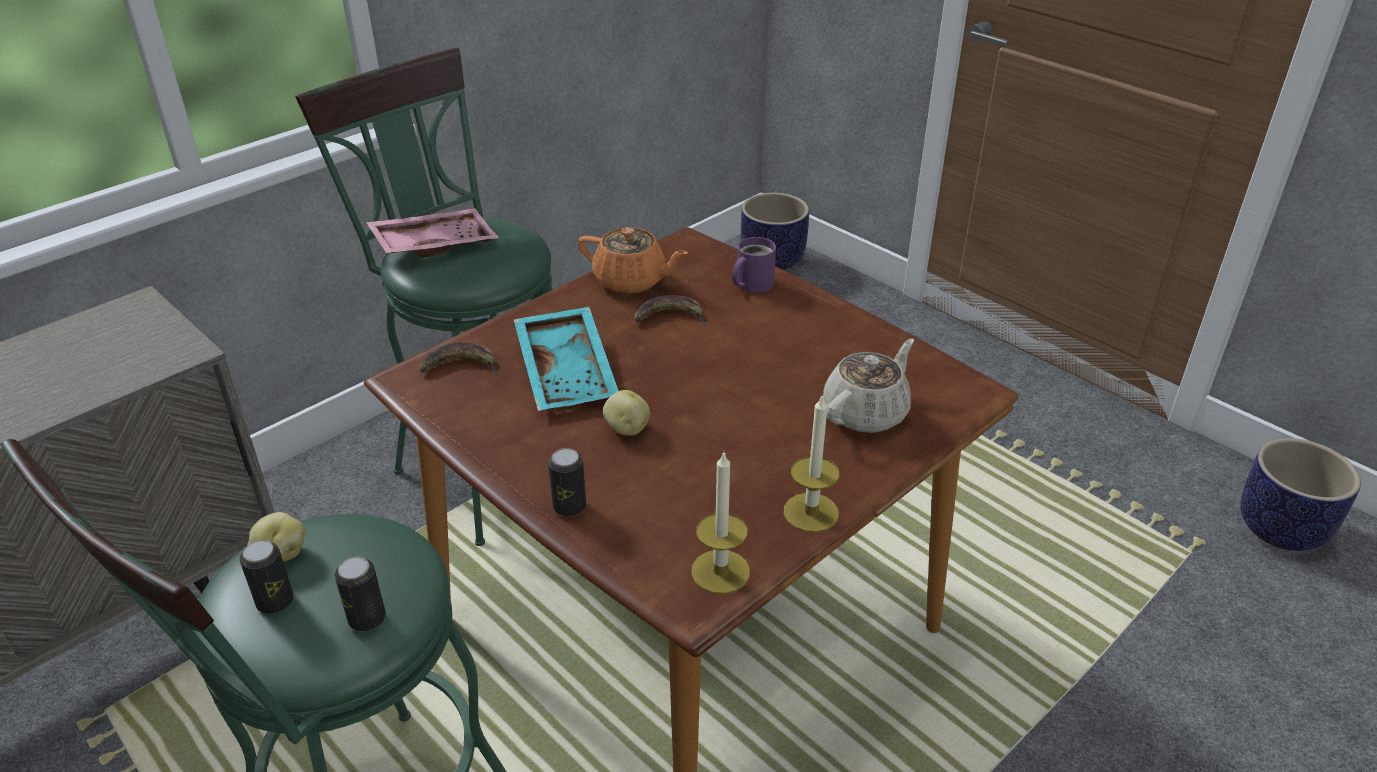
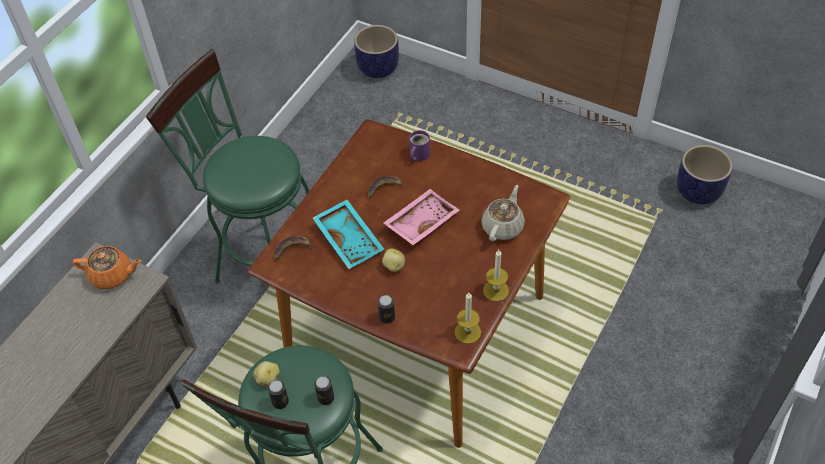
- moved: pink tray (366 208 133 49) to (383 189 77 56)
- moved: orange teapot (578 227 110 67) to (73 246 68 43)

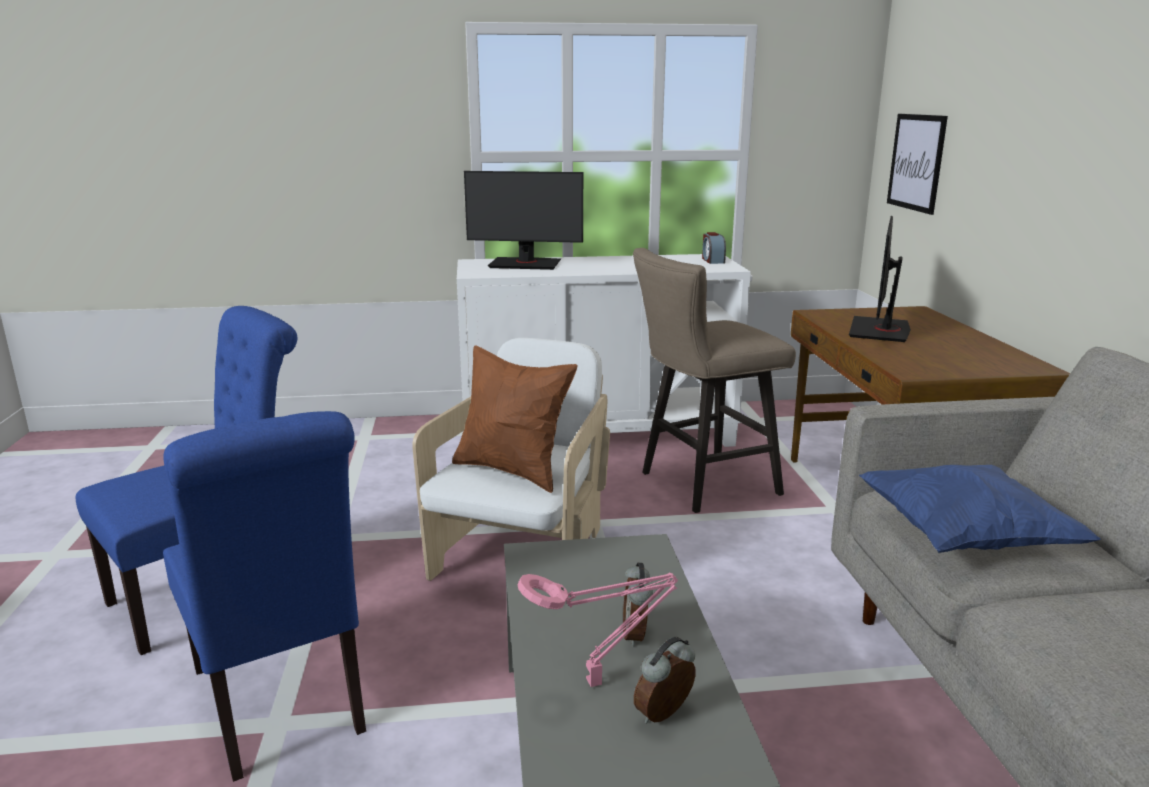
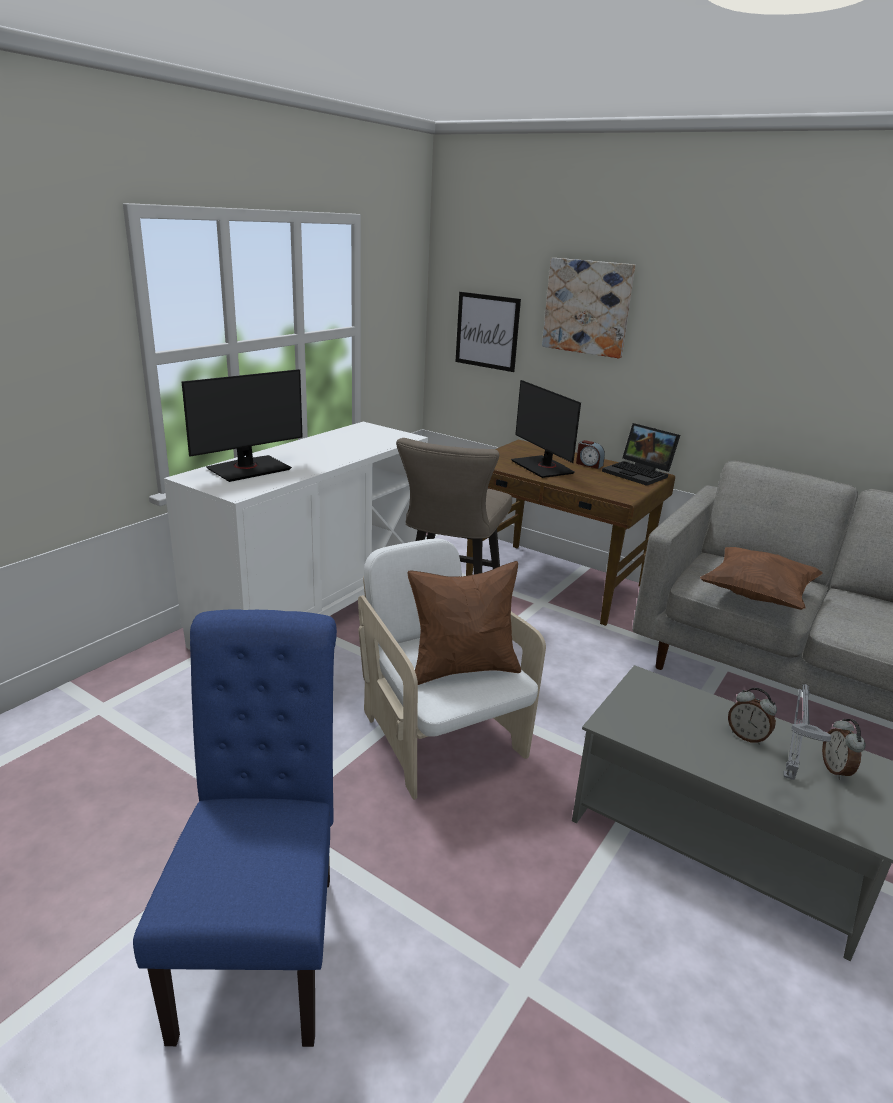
- removed: blue chair (163 411 203 371)
- recoloured: pink table lamp (518 572 160 115) to grey table lamp (784 684 48 96)
- moved: alarm clock (702 232 24 32) to (576 440 29 29)
- recoloured: blue pillow (859 465 242 88) to brown pillow (700 547 123 63)
- added: picture (542 258 93 100)
- added: laptop (602 423 78 63)

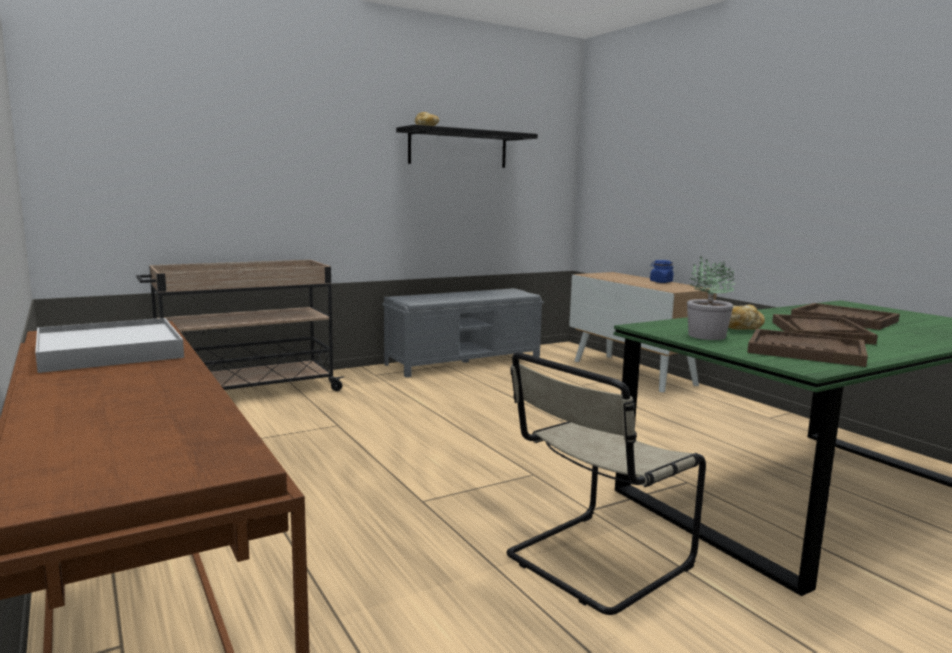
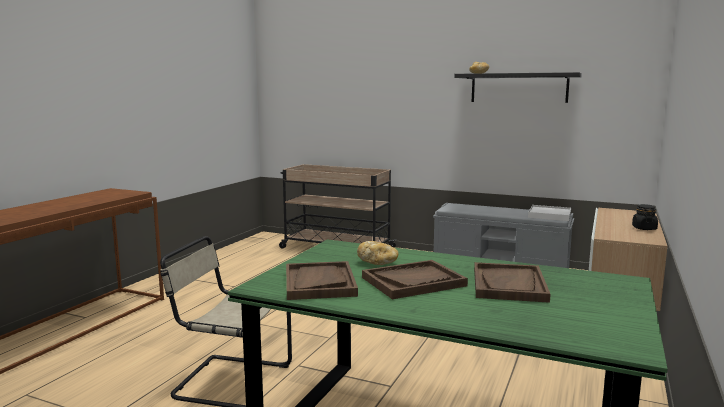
- moved: white tray (35 318 149 55) to (528 205 43 16)
- recoloured: blue jar (650 260 24 23) to black jar (632 204 26 26)
- removed: potted plant (687 256 48 84)

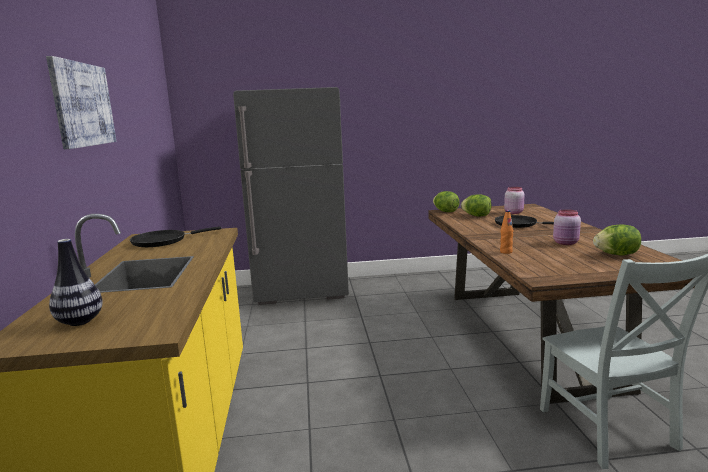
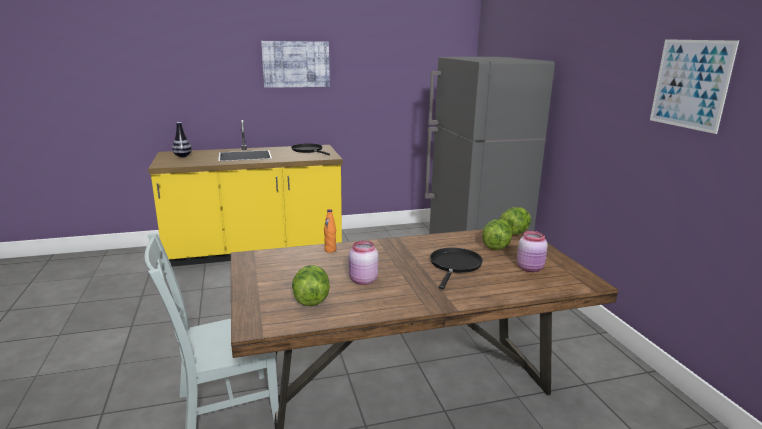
- added: picture (650 39 89 95)

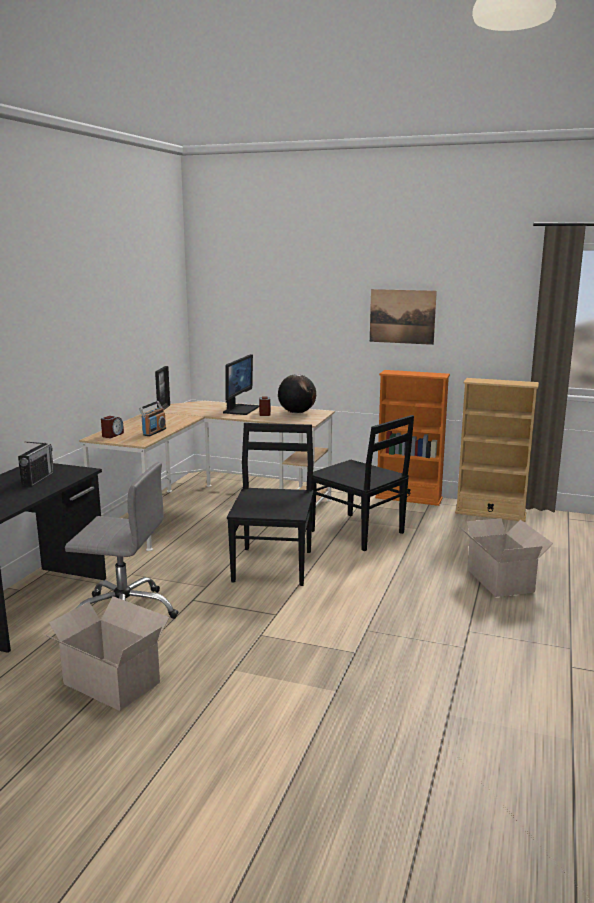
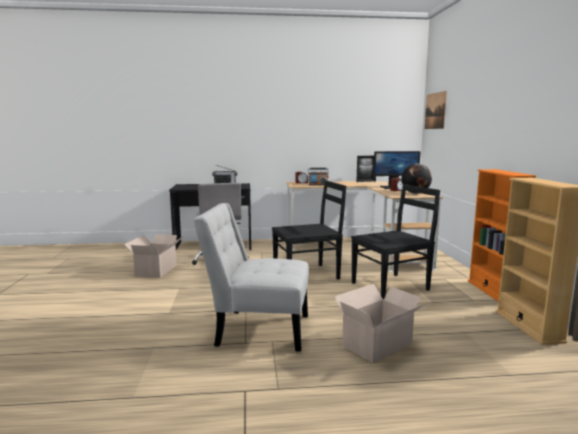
- turned: black chair (312 415 102 136) = (351 184 89 116) 135 degrees counterclockwise
- moved: picture (370 289 67 56) to (425 91 22 38)
- added: white chair (193 203 116 149)

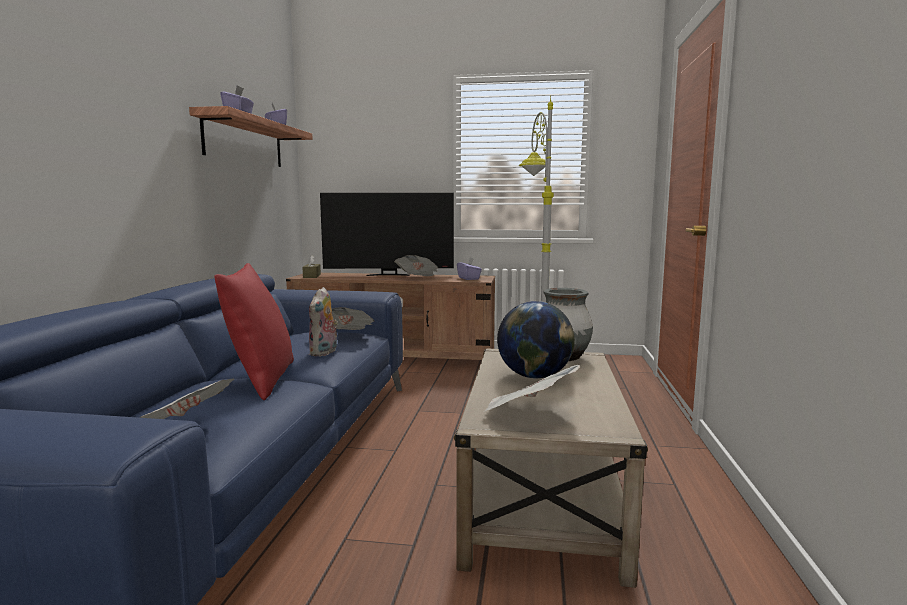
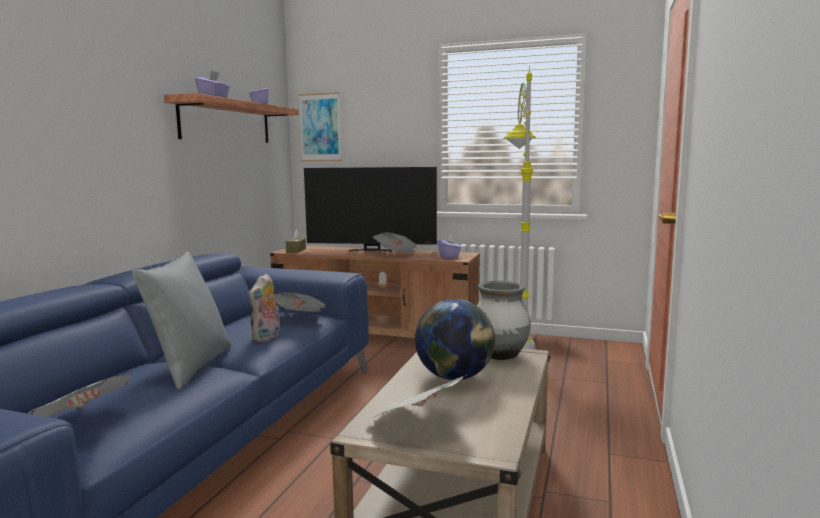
- recoloured: red pillow (214 263 80 137) to grey pillow (132 252 99 138)
- added: picture (299 92 42 69)

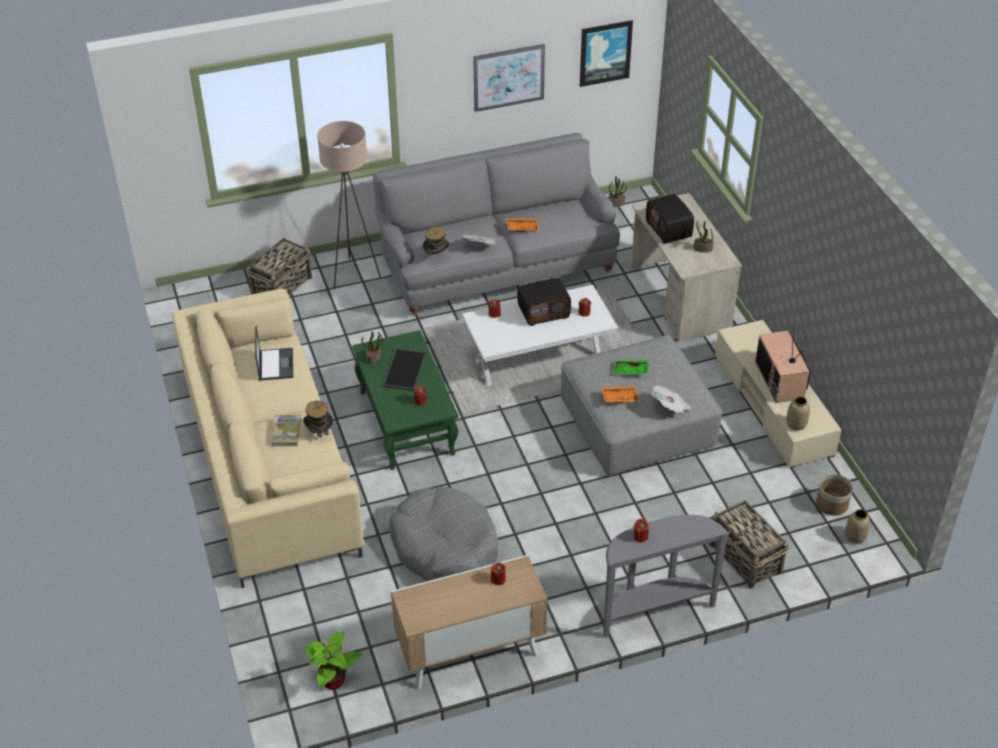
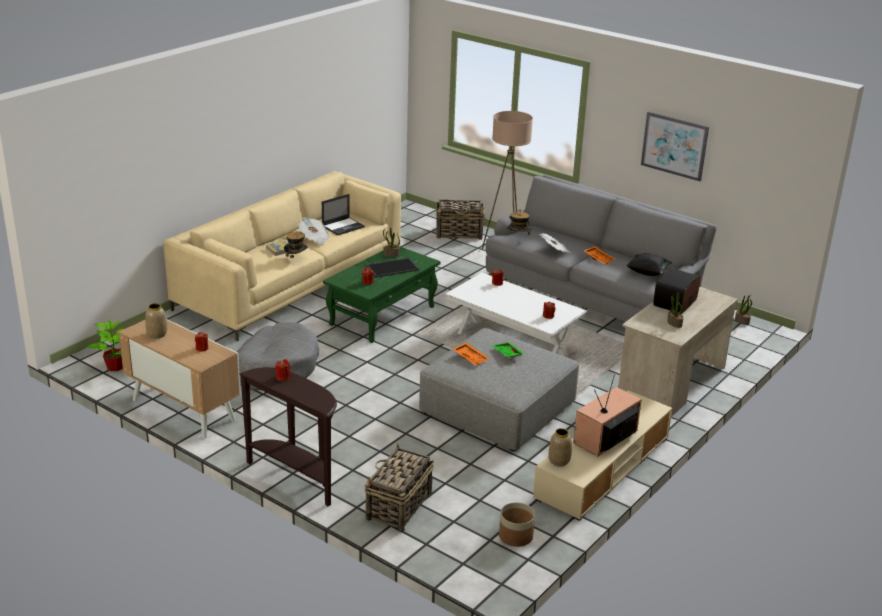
- removed: radio (517 278 54 48)
- removed: picture (580 20 53 67)
- recoloured: grey console table (603 515 126 123) to brown console table (239 367 98 140)
- moved: newspaper (651 385 40 28) to (298 218 32 27)
- moved: vase (845 509 25 35) to (145 303 22 36)
- added: black pillow (627 253 45 23)

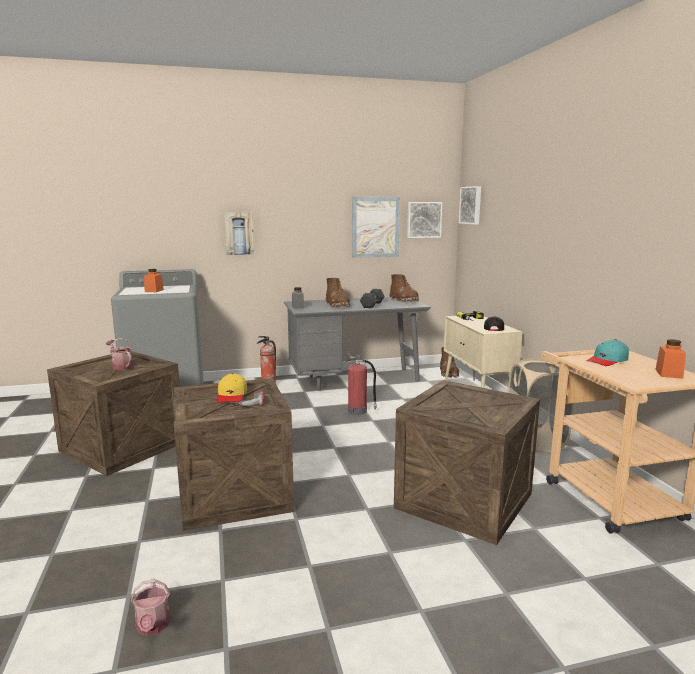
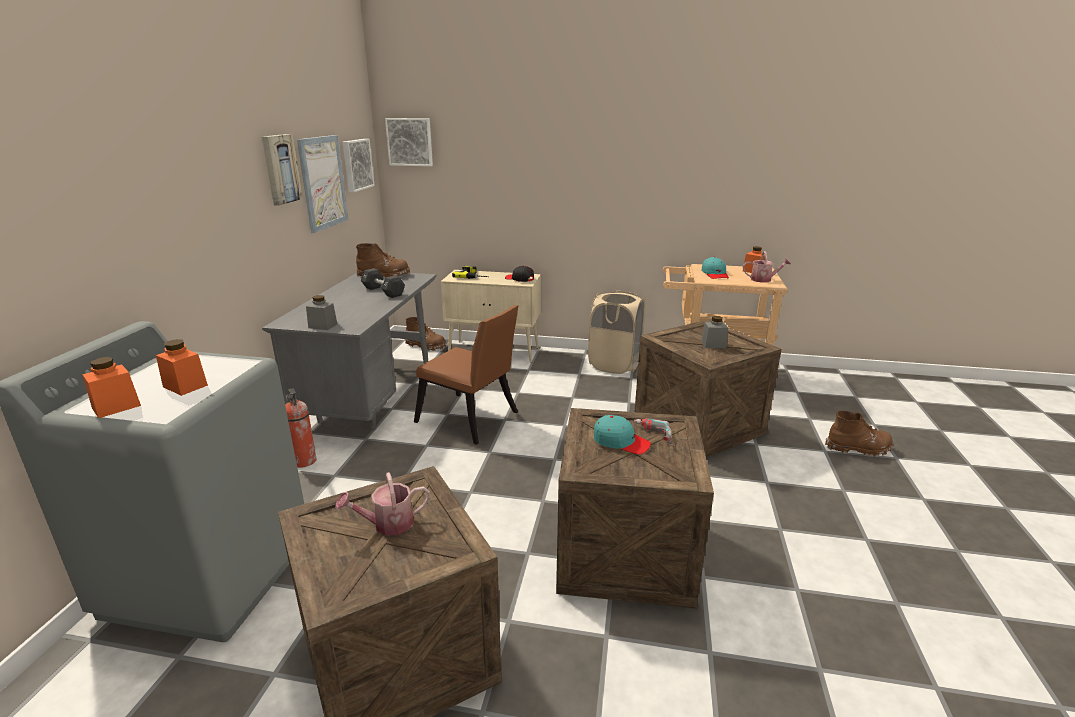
- moved: watering can (131 578 40 58) to (743 251 48 32)
- recoloured: yellow cap (217 373 30 29) to turquoise cap (594 415 57 39)
- moved: picture (224 213 30 42) to (262 134 41 72)
- moved: brown boot (326 278 24 29) to (825 410 68 47)
- replaced: fire extinguisher (346 353 31 62) to brown chair (414 305 105 140)
- added: orange jar (82 357 59 61)
- added: grey jar (701 316 27 32)

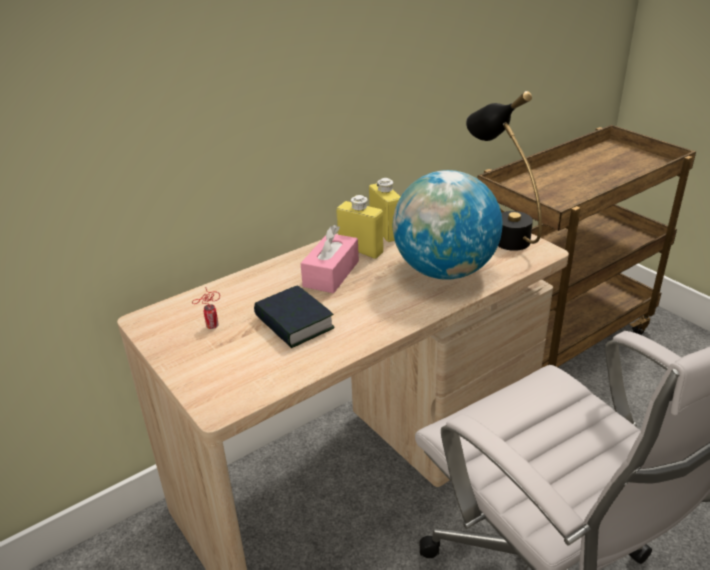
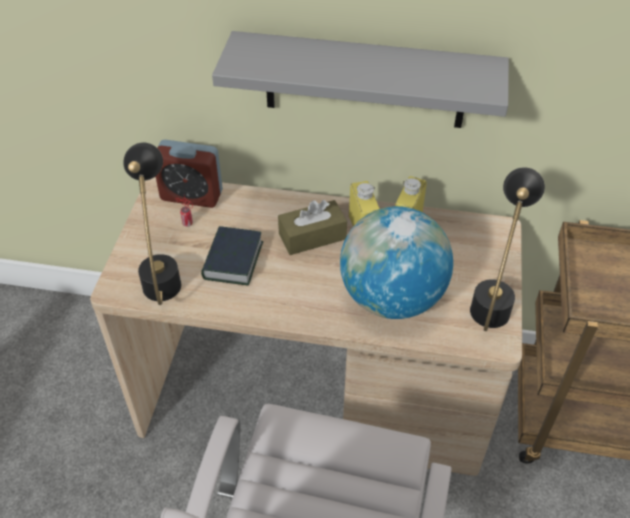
- recoloured: pink tissue box (301 225 58 68) to brown tissue box (278 200 69 55)
- added: black table lamp (123 143 58 162)
- added: alarm clock (155 140 68 68)
- added: grey shelf (212 31 297 97)

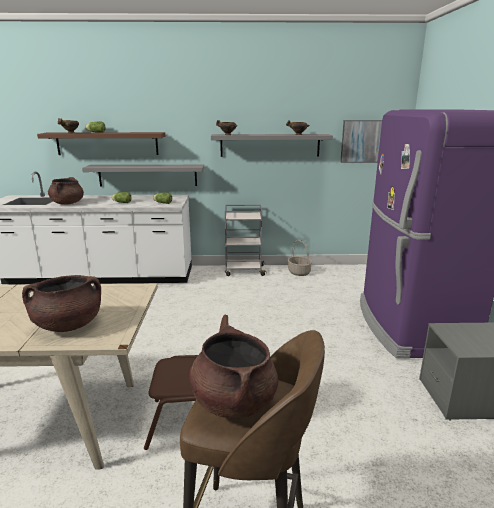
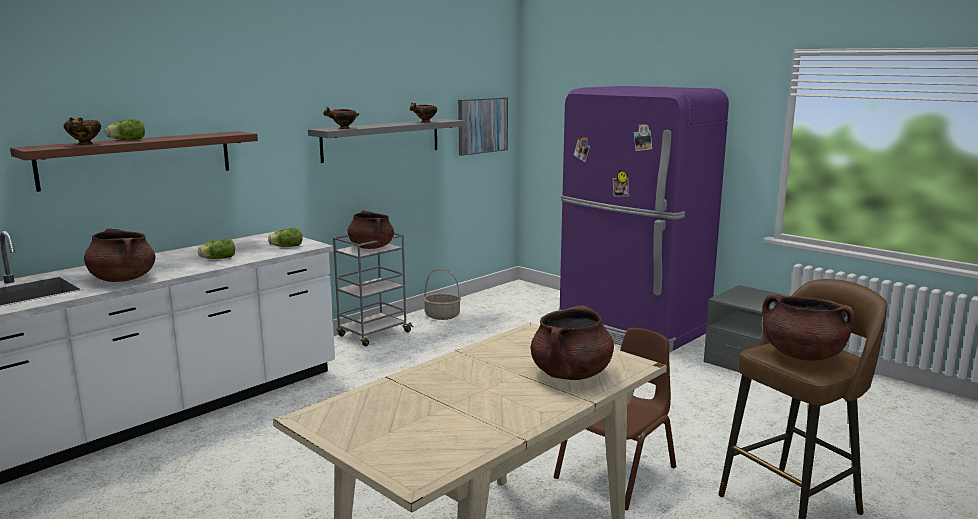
- removed: grey shelf (82 165 122 21)
- added: brown cooking pot (347 211 47 38)

